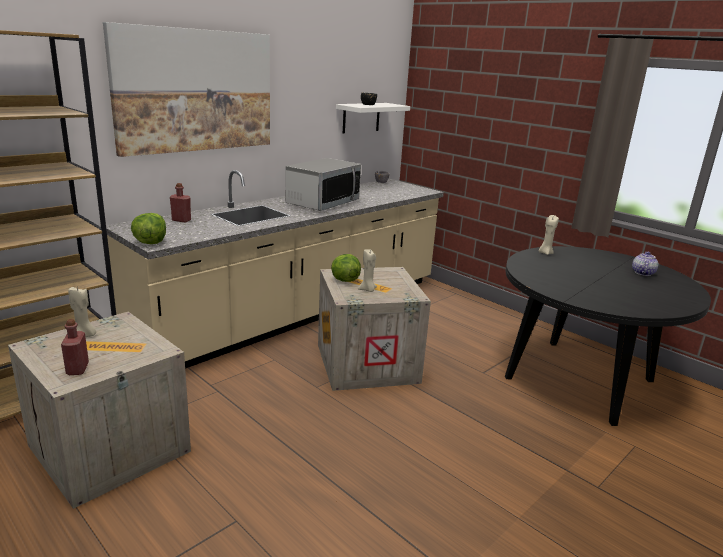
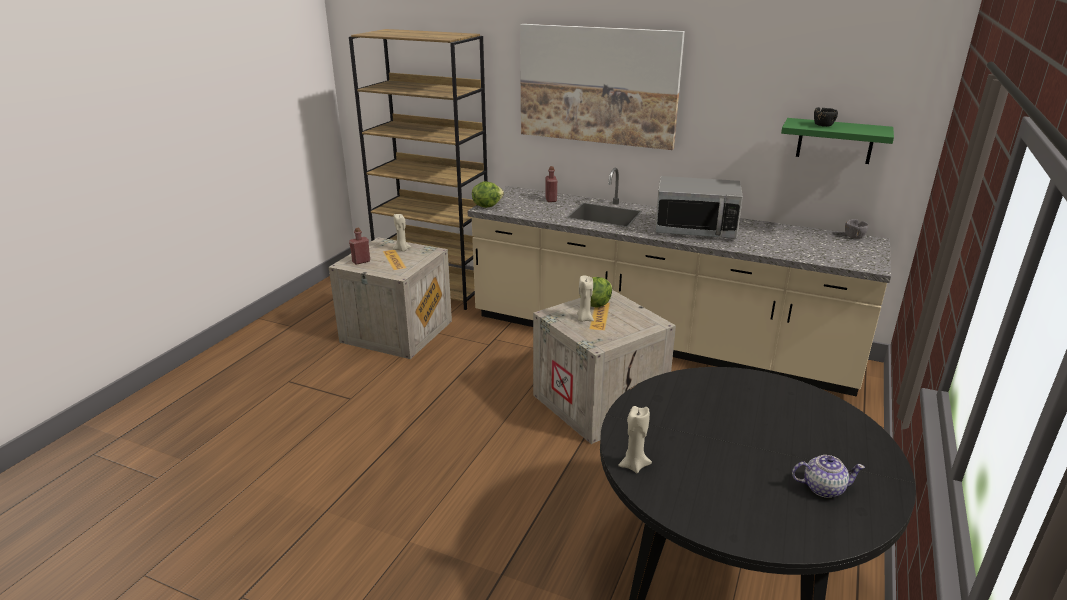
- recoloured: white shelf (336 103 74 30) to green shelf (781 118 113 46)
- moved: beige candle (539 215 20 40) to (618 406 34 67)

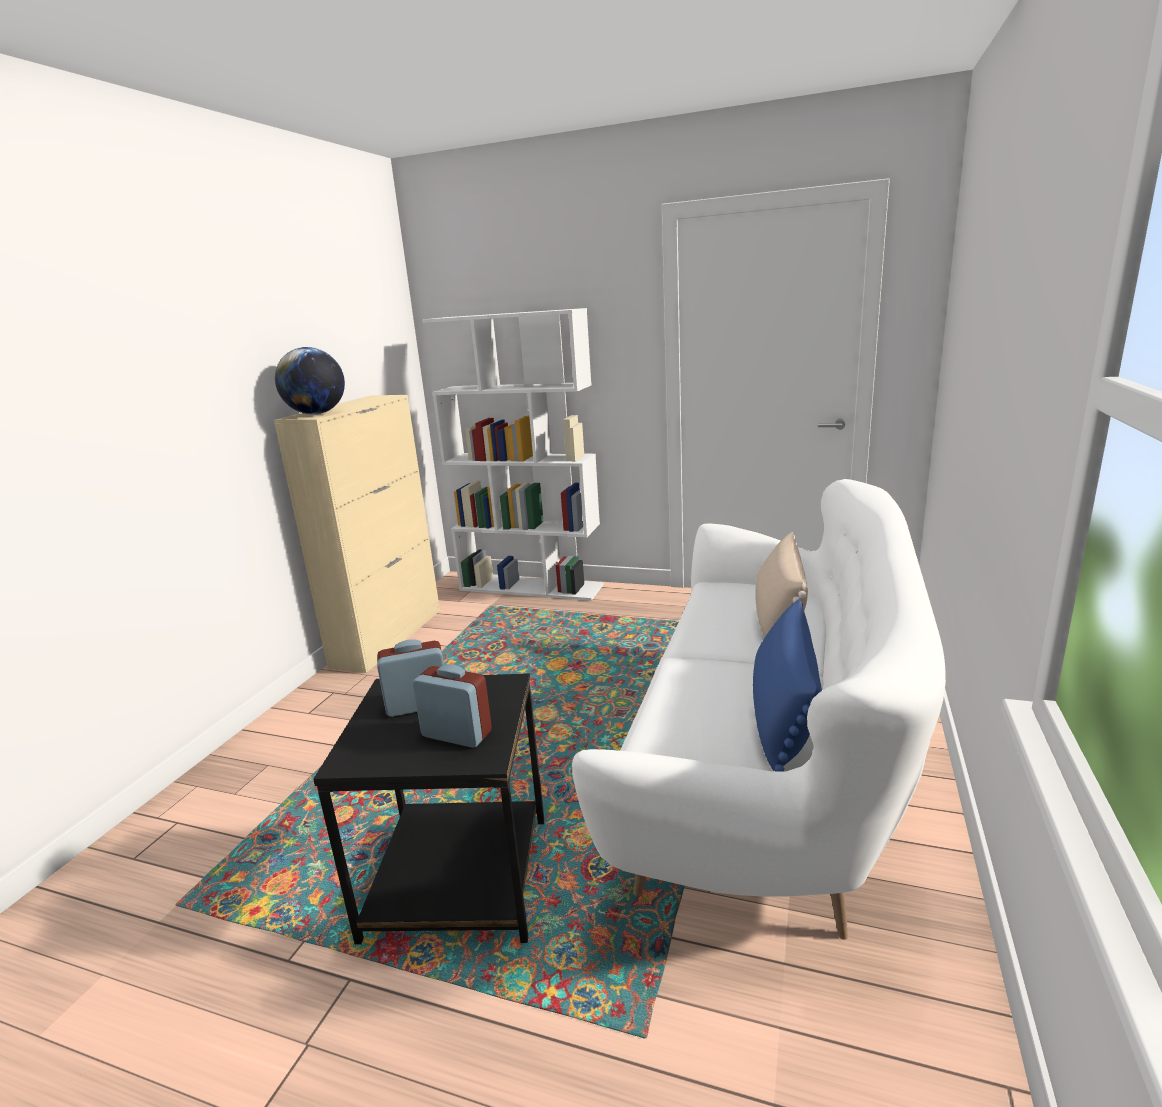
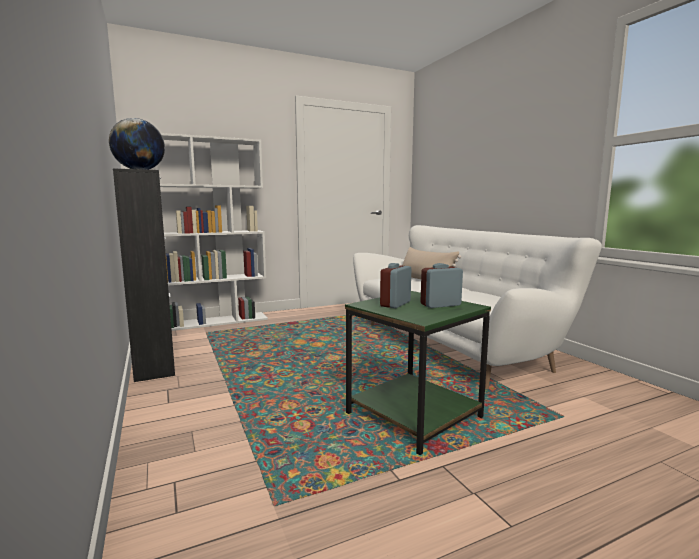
- recoloured: beige cabinet (274 395 166 278) to black cabinet (113 168 62 214)
- recoloured: black side table (313 673 231 271) to green side table (345 291 146 164)
- removed: blue pillow (753 599 69 173)

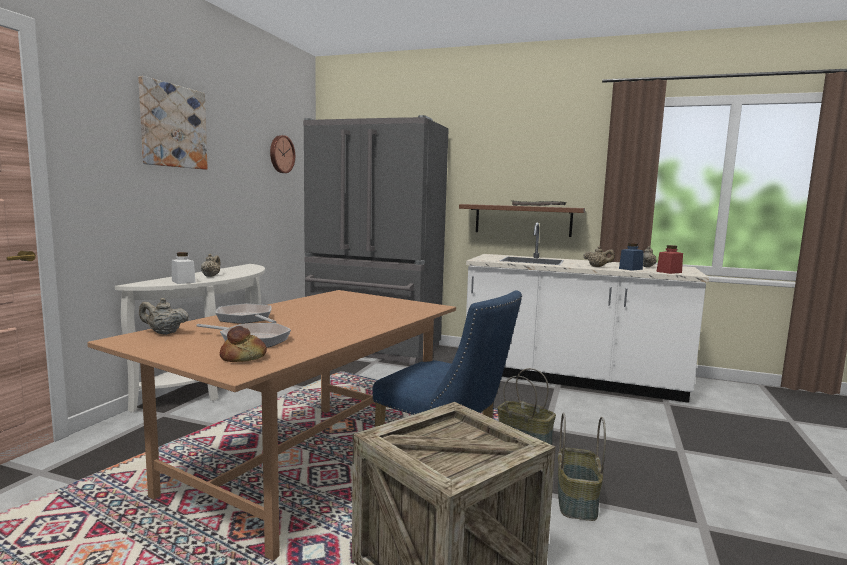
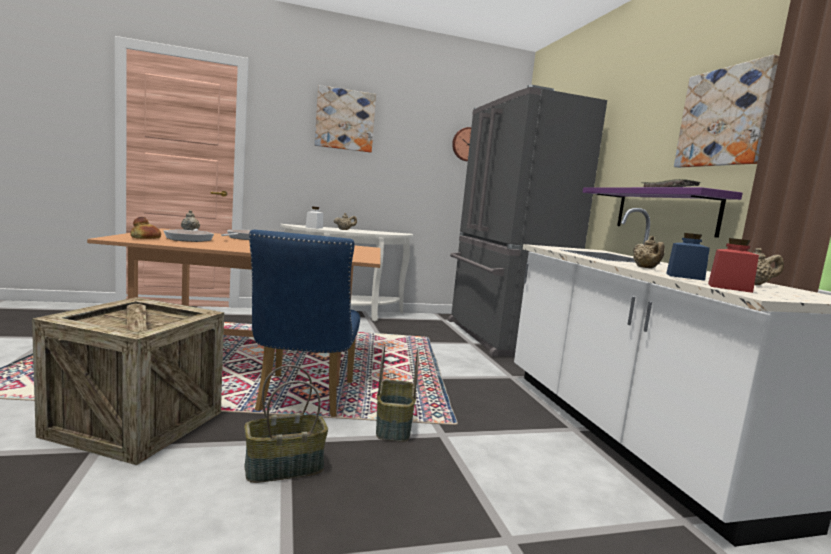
- recoloured: brown shelf (459 204 126 33) to purple shelf (582 187 161 51)
- added: picture (674 54 105 114)

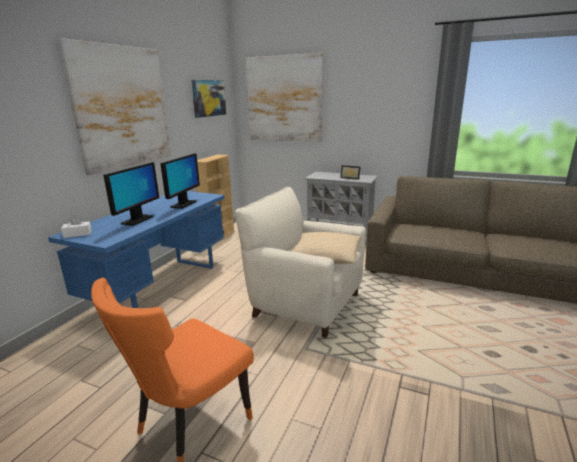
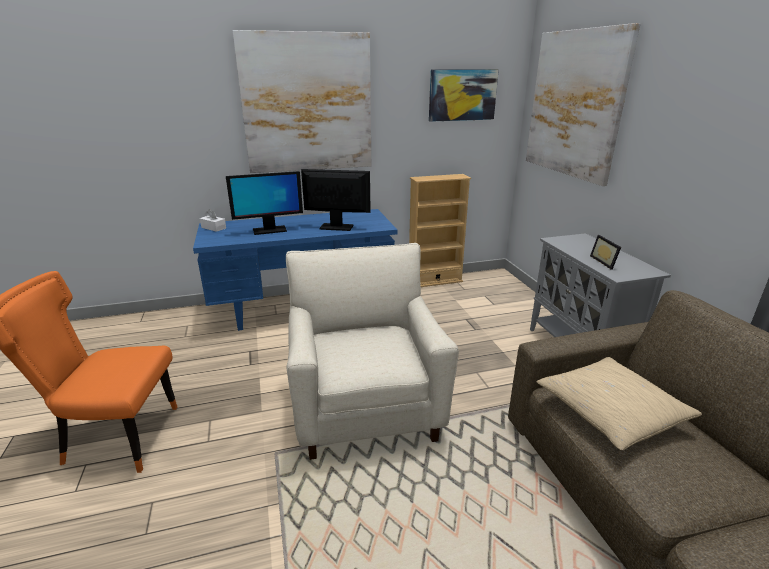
- turned: monitor (161 153 39 56) = (301 169 70 62) 150 degrees counterclockwise
- moved: beige pillow (292 232 69 32) to (536 357 166 93)

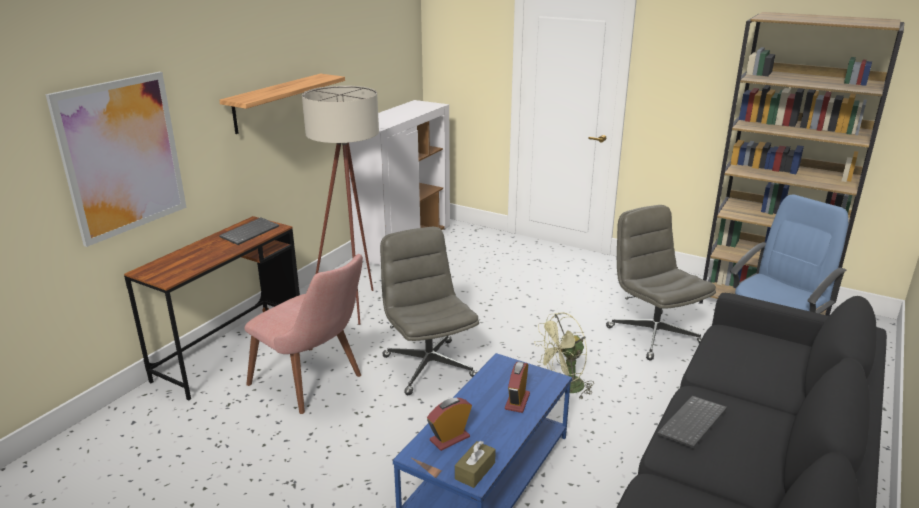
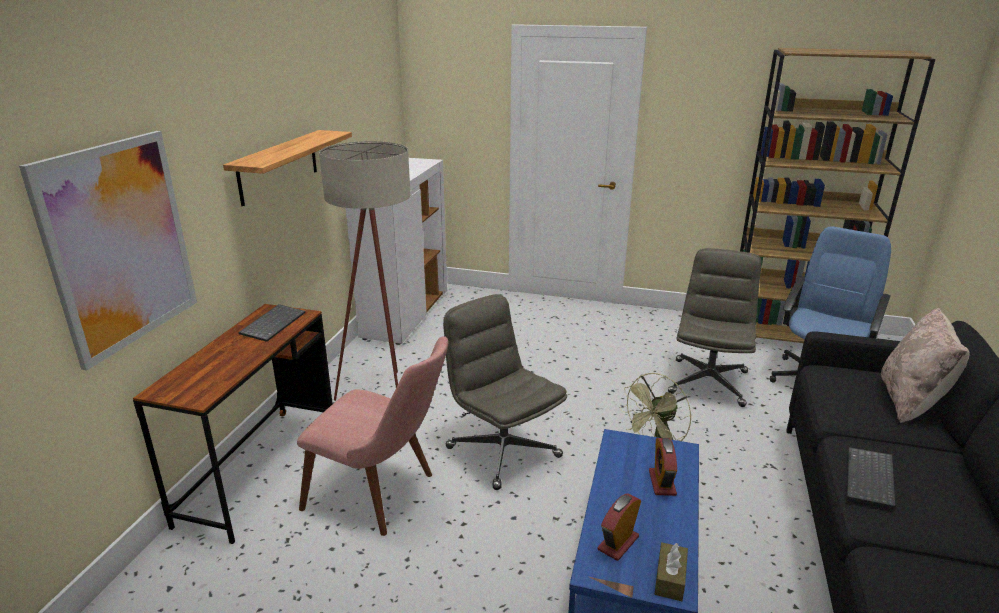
- turned: grey office chair (606 205 110 155) = (668 248 93 159) 60 degrees clockwise
- added: beige pillow (881 308 88 115)

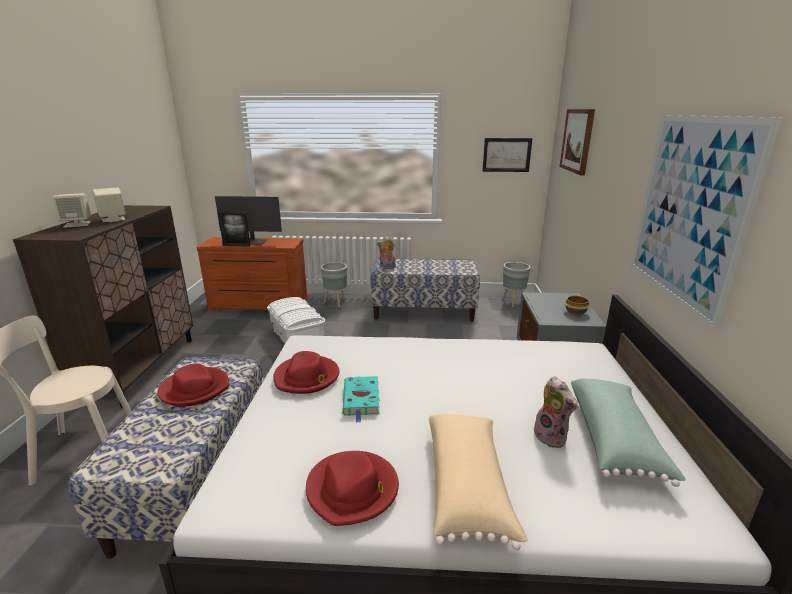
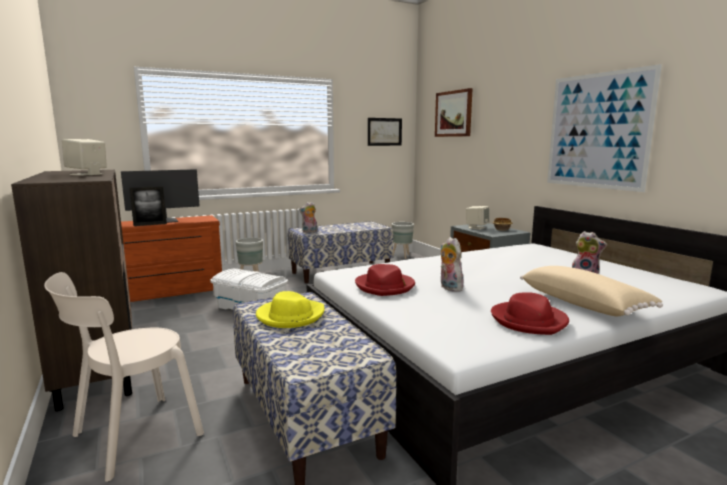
- moved: beige speaker (52 193 39 35) to (466 206 23 24)
- recoloured: red hat (157 363 73 44) to yellow hat (256 291 69 37)
- replaced: turquoise book (342 376 37 47) to plush toy (441 237 22 55)
- removed: green pillow (571 379 115 108)

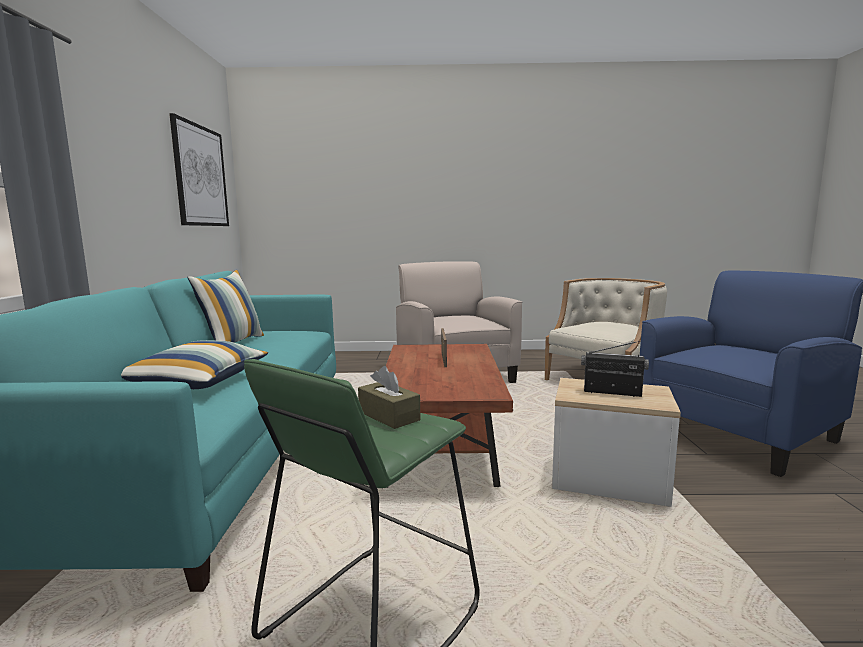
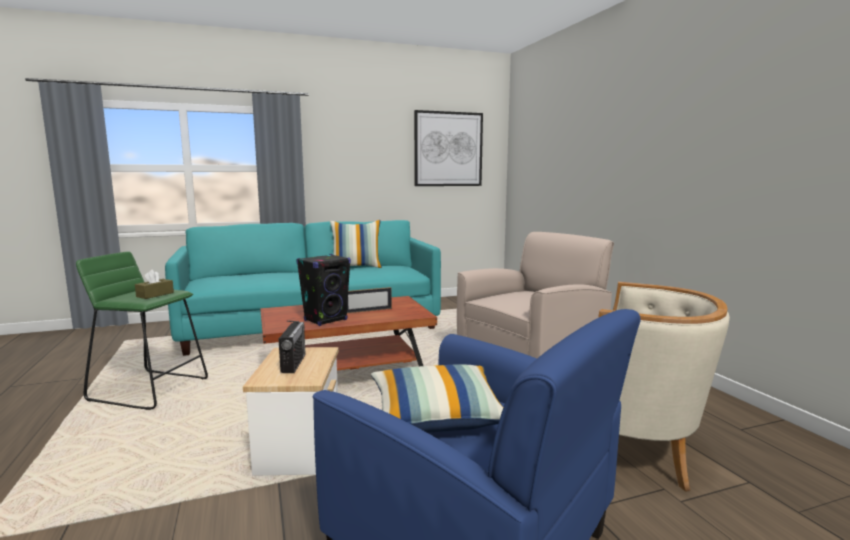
- moved: pillow (121 340 147 49) to (371 364 132 69)
- added: black speaker (296 254 55 72)

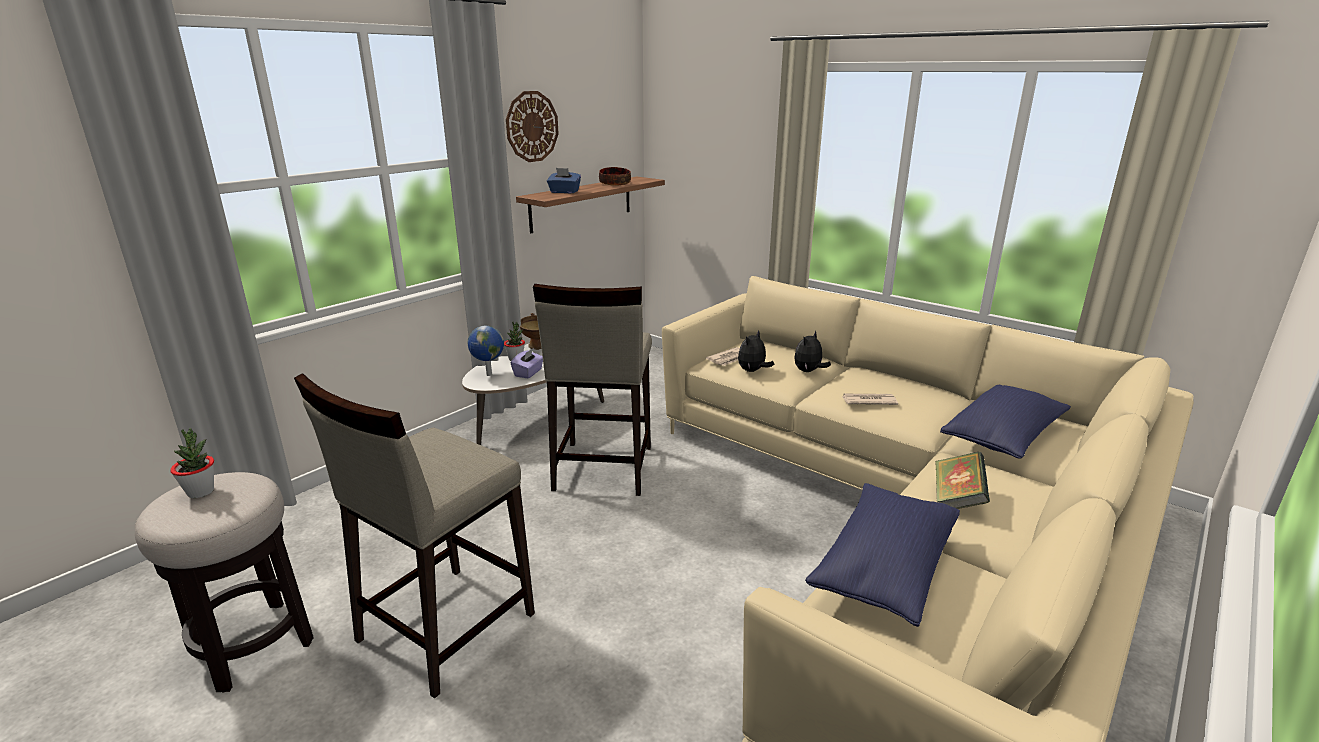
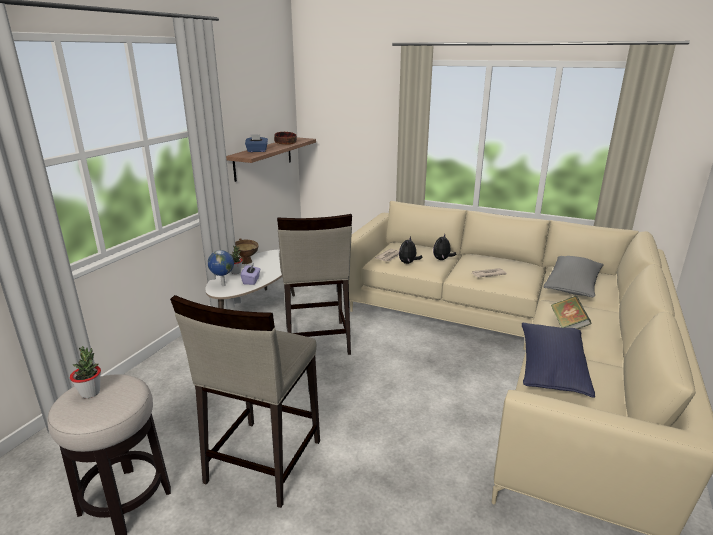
- removed: wall clock (506 91 53 71)
- recoloured: blue pillow (940 385 131 74) to grey pillow (544 256 60 41)

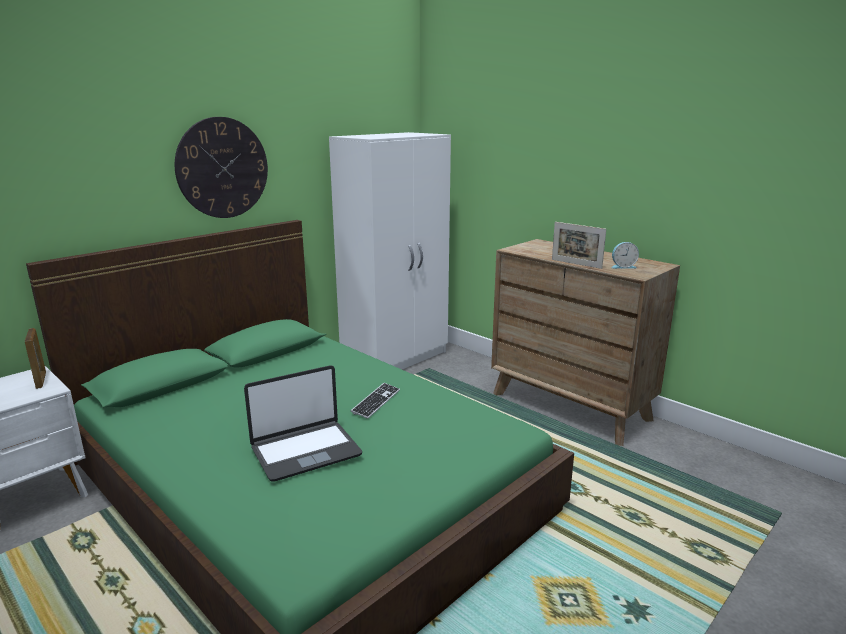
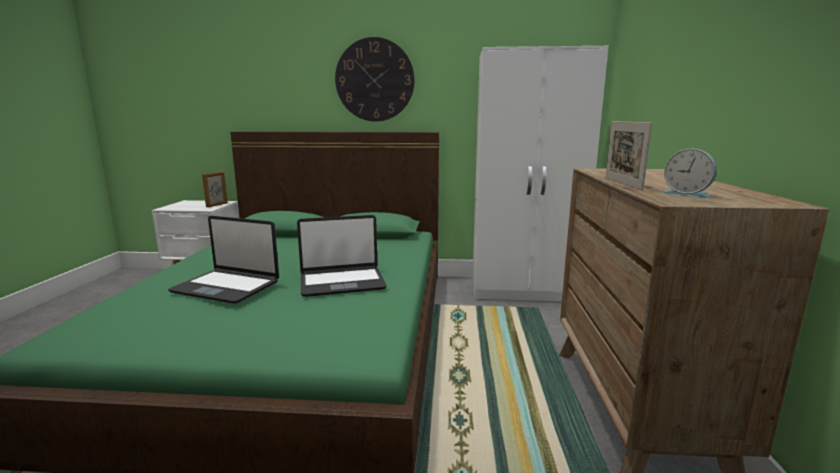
- replaced: keyboard (351 383 49 36) to laptop (297 215 90 82)

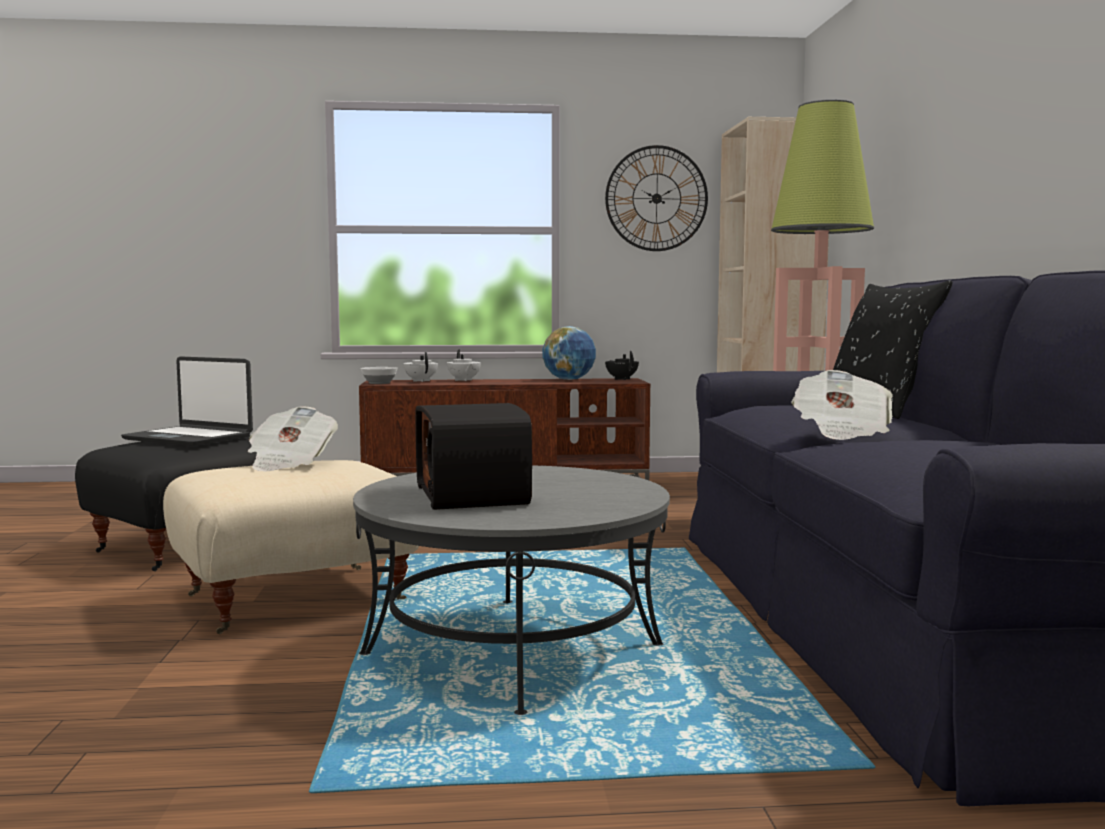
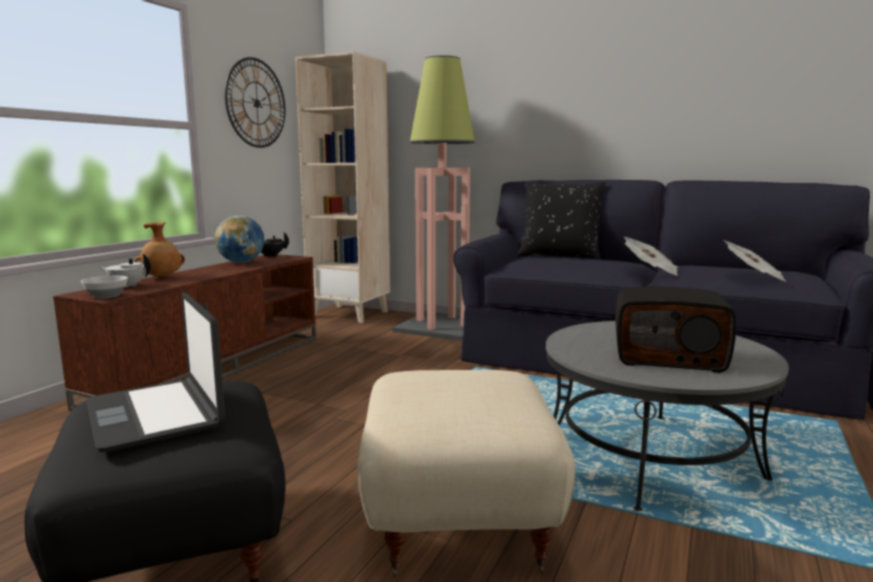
- turned: laptop (121 356 132 90) = (86 292 139 160) 90 degrees clockwise
- moved: newspaper (248 406 90 65) to (723 240 64 42)
- replaced: white teapot (447 349 34 32) to brown vase (134 222 51 56)

